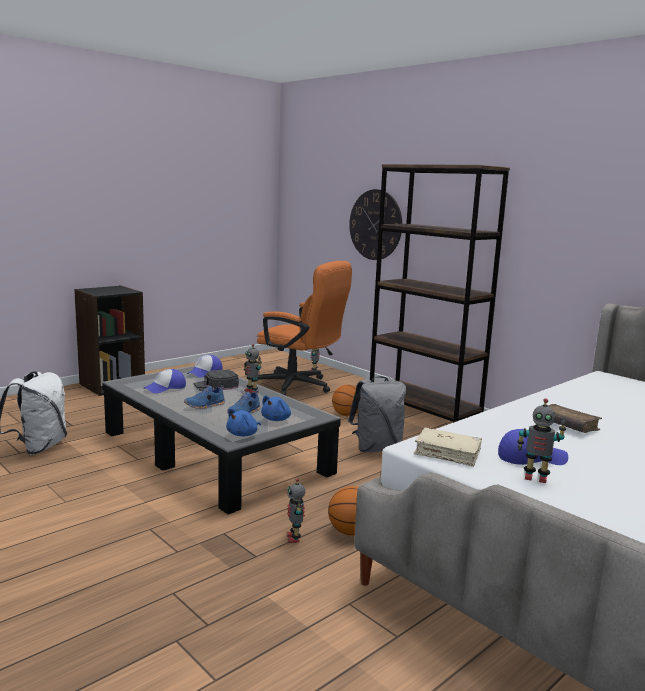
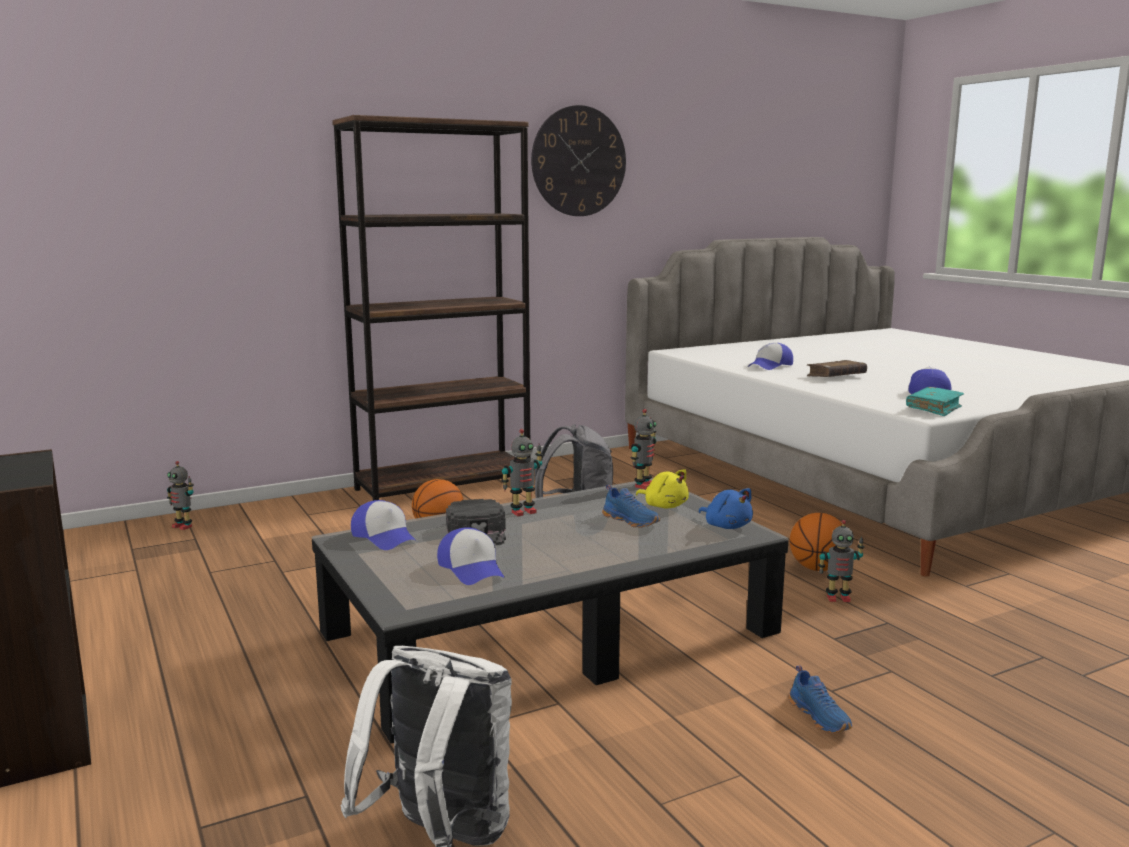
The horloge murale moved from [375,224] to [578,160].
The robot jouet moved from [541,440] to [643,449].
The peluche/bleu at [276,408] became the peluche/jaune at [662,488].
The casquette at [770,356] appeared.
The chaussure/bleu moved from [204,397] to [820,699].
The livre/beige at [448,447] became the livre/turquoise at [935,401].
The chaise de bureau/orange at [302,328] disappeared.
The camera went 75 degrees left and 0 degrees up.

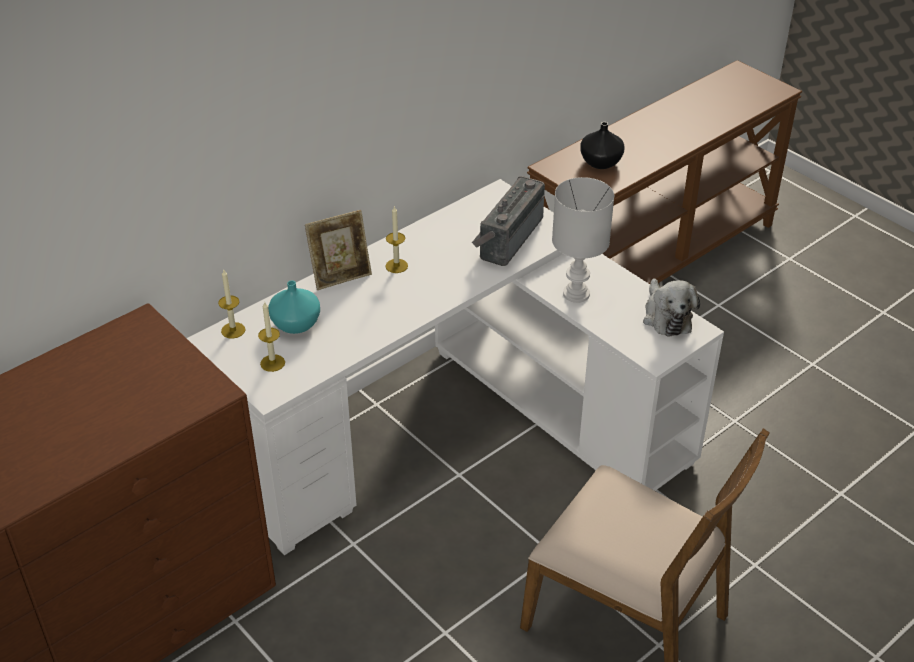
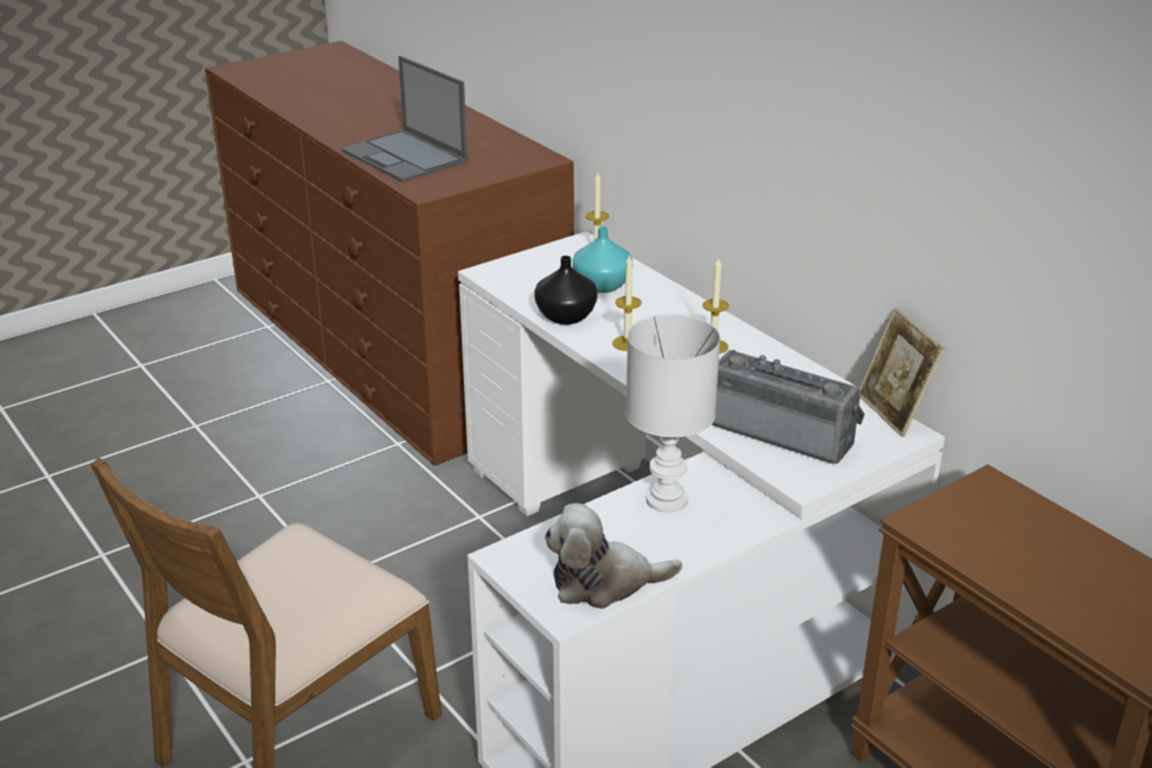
The ordinateur portable at [404,119] appeared.
The vase/noir moved from [602,145] to [566,290].
The bougie moved from [271,336] to [626,302].
The cadre photo moved from [338,250] to [902,372].
The camera went 95 degrees right and 10 degrees down.

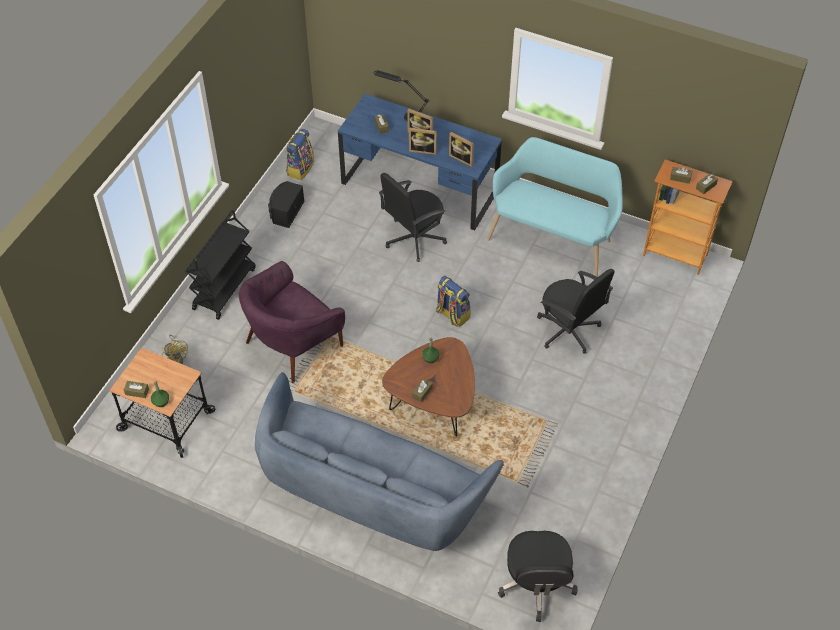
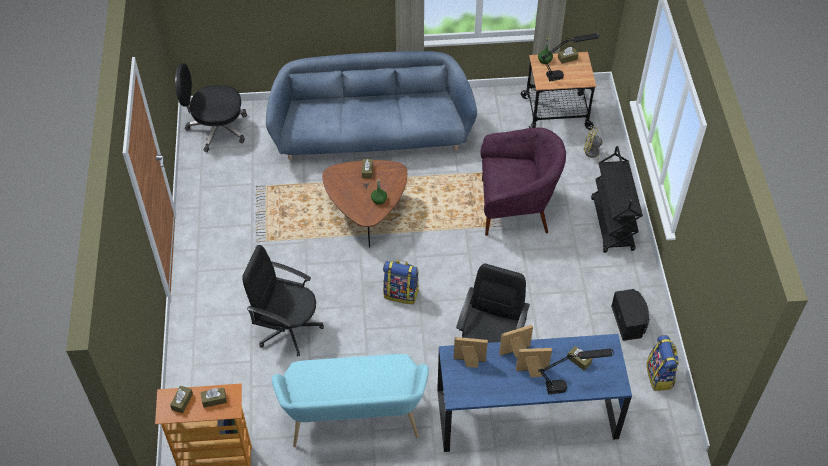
The chaise de bureau/noir at [538,576] turned 60 degrees counterclockwise.
The fauteuil/violet at [292,322] turned 75 degrees clockwise.
The lampe de table/noir at [570,57] appeared.
The camera went 150 degrees right and 0 degrees up.

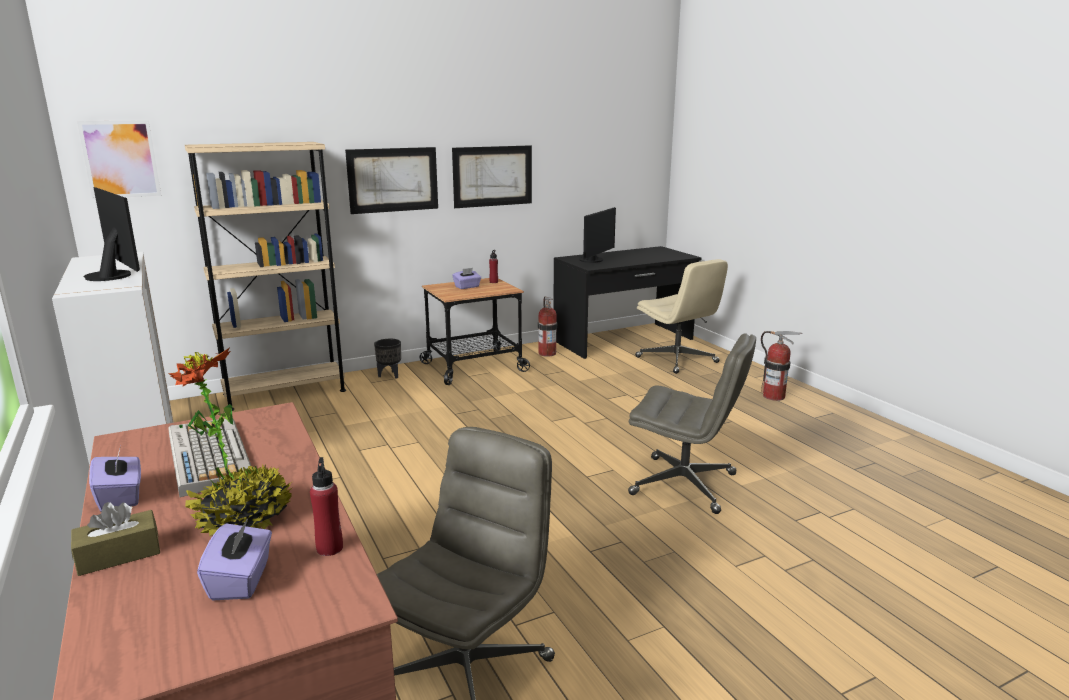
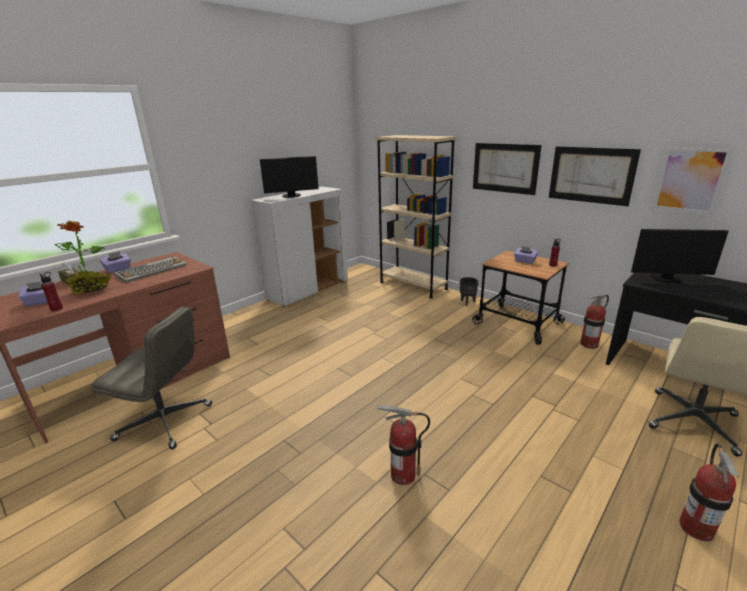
The écran d'ordinateur at [112,234] turned 45 degrees clockwise.
The chaise de bureau/gris at [692,423] was replaced by the extincteur at [403,445].
The tableau moved from [119,159] to [692,181].
The camera went 70 degrees right and 5 degrees up.

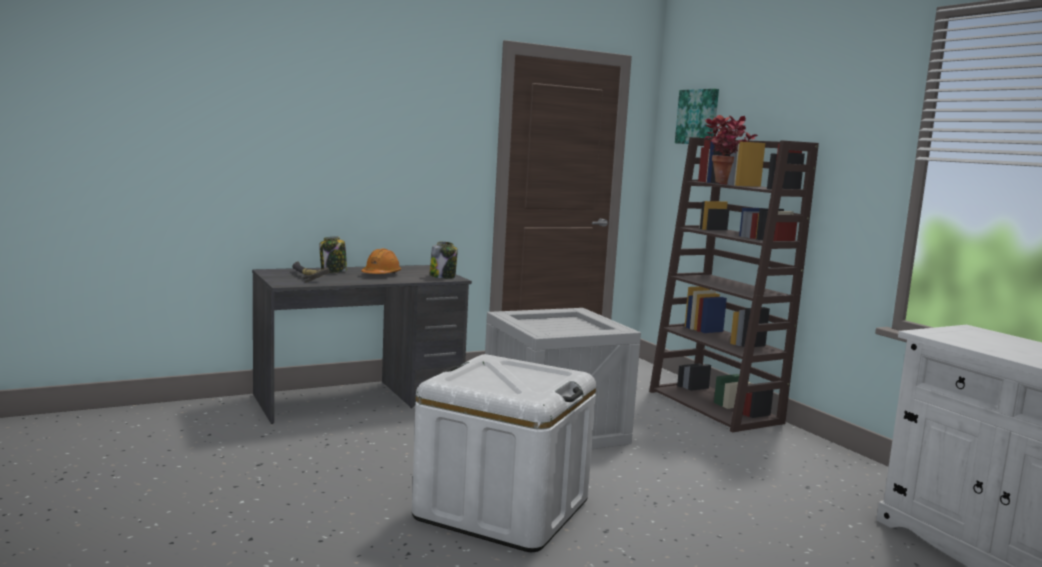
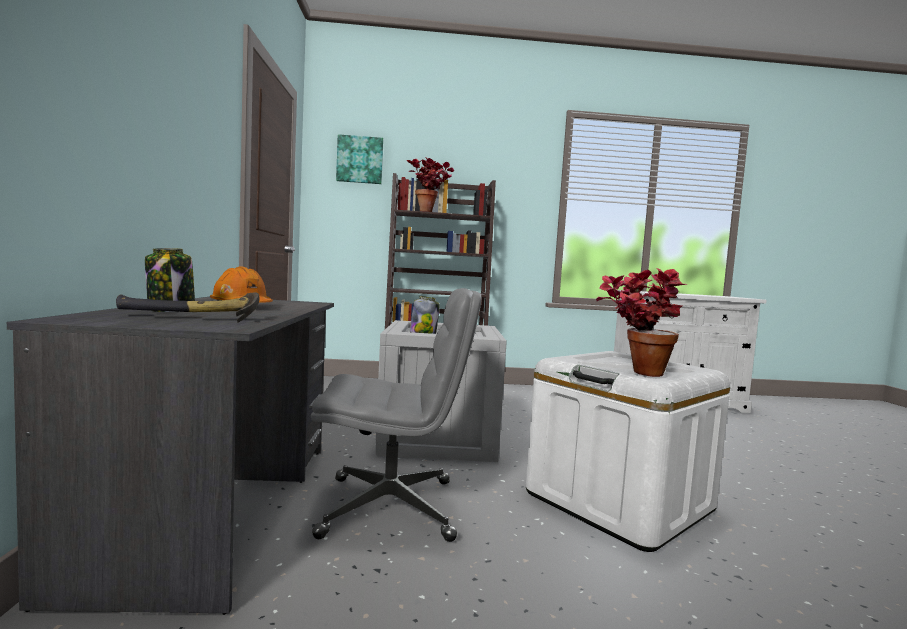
The chaise de bureau/gris at [396,415] appeared.
The bocal moved from [444,260] to [425,315].
The plante en pot at [641,322] appeared.
The camera went 65 degrees left and 5 degrees down.

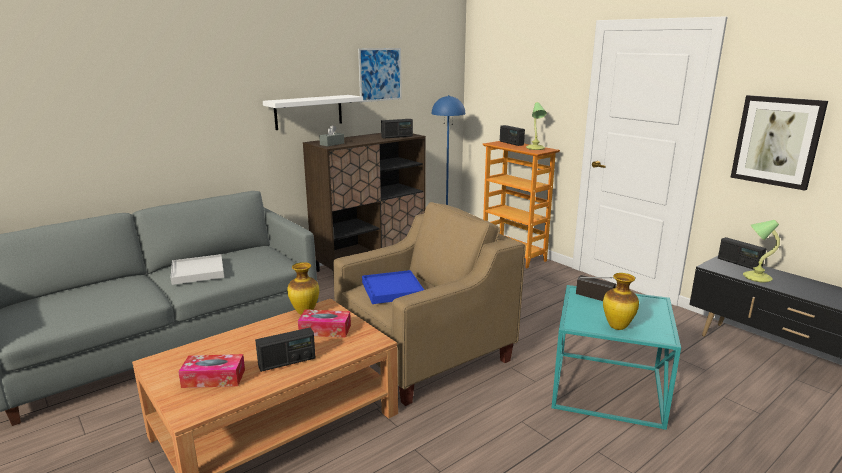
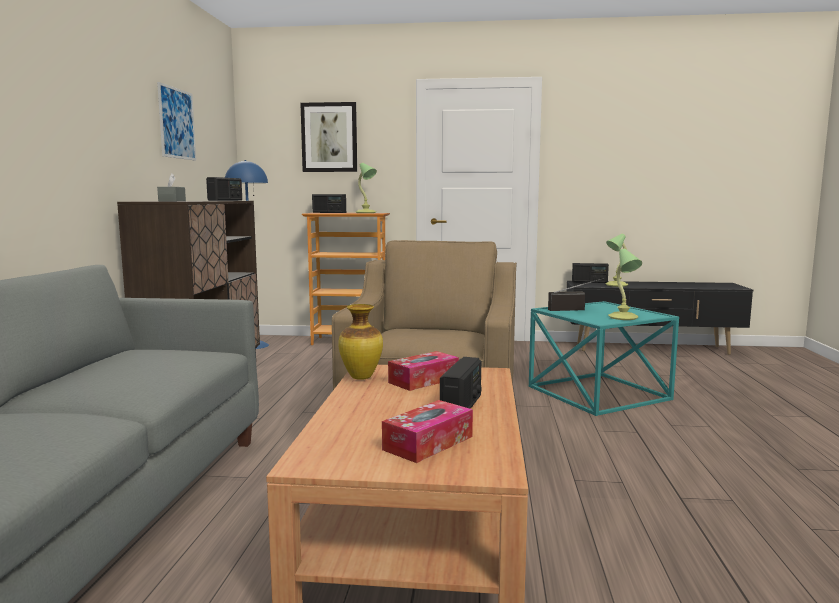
The tableau moved from [779,142] to [328,137].
The vase at [621,301] was replaced by the lampe de table at [625,284].
The plateau/blanc at [197,269] disappeared.
The étagère/blanc at [313,112] disappeared.
The plateau/bleu at [393,287] disappeared.
The camera went 45 degrees left and 10 degrees down.

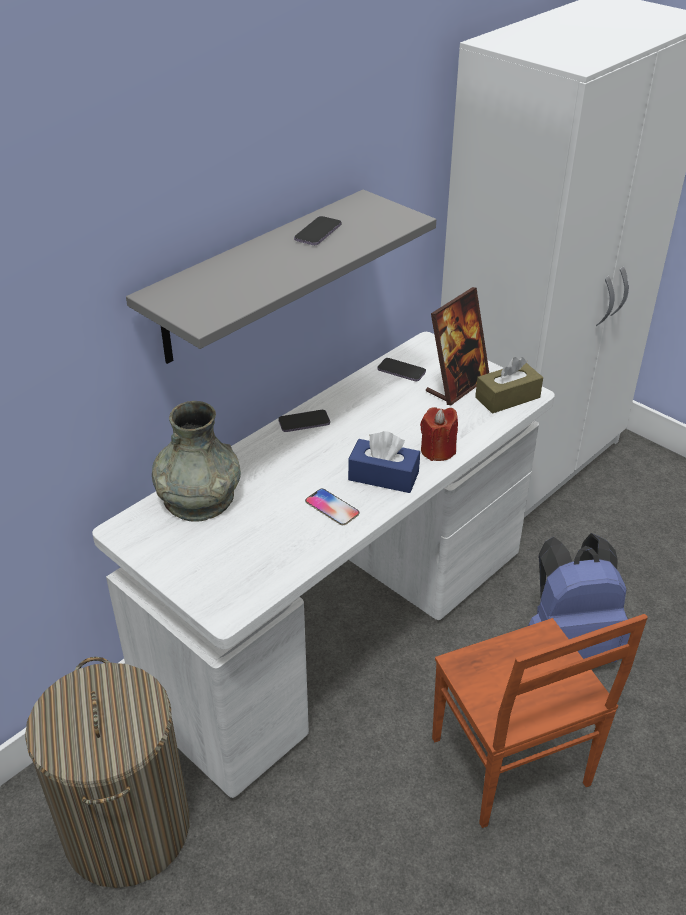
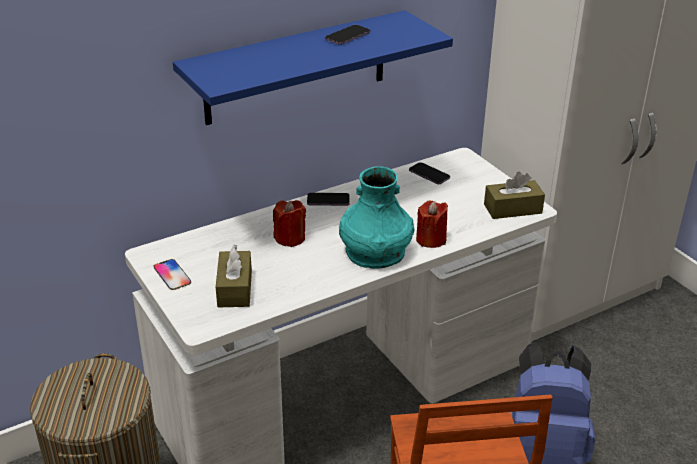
The téléphone moved from [332,507] to [172,274].
The étagère/gris at [281,277] became the étagère/bleu at [313,67].
The boîte à mouchoirs/marron at [234,276] appeared.
The bougie/rouge at [289,223] appeared.
The boîte à mouchoirs/bleu at [384,462] was replaced by the vase/turquoise at [376,217].
The vase/gris at [196,461] disappeared.
The cadre photo at [457,346] disappeared.
The camera went 15 degrees right and 5 degrees down.

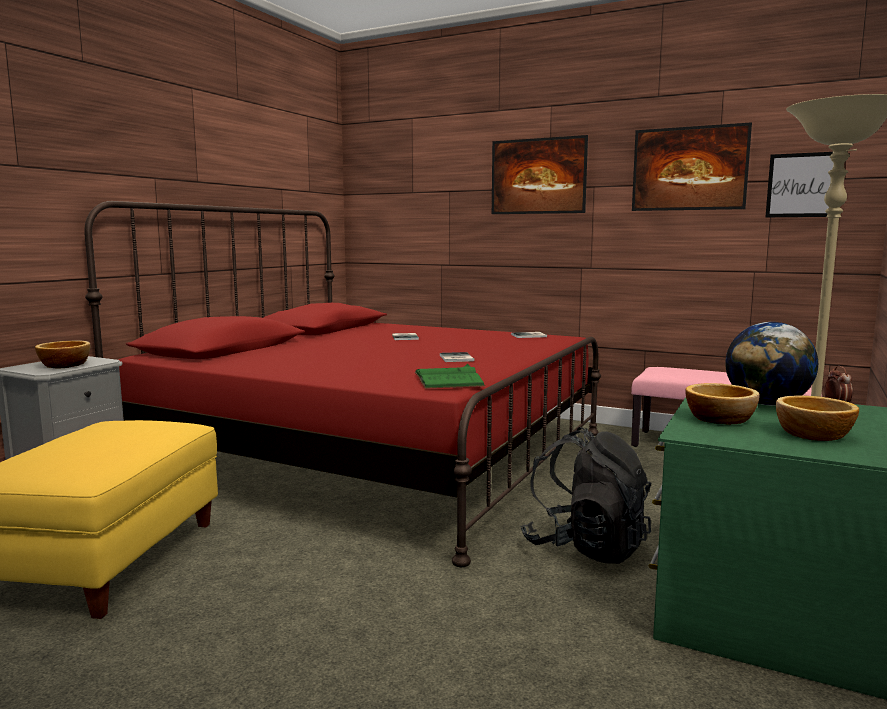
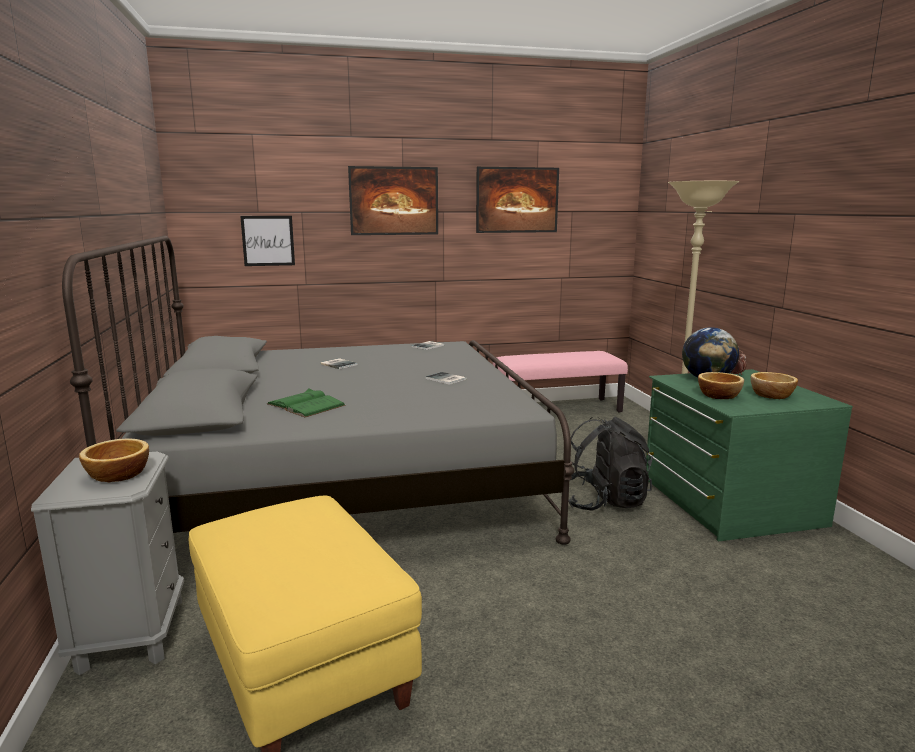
The lit/rouge at [342,384] became the lit/gris at [318,390].
The tableau moved from [799,184] to [267,241].
The livre/vert moved from [450,376] to [306,403].
The camera went 40 degrees left and 5 degrees up.

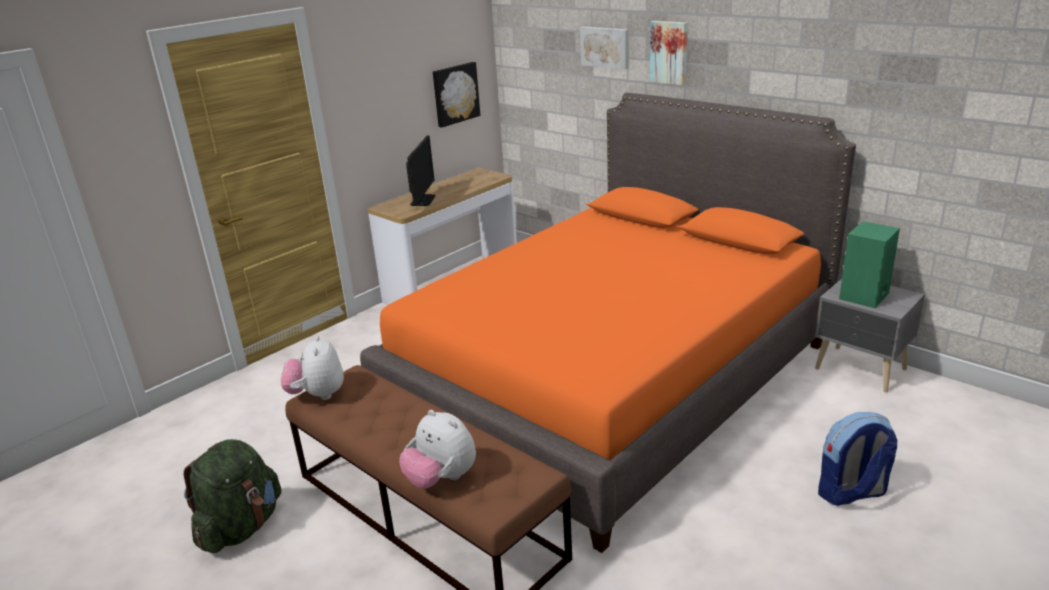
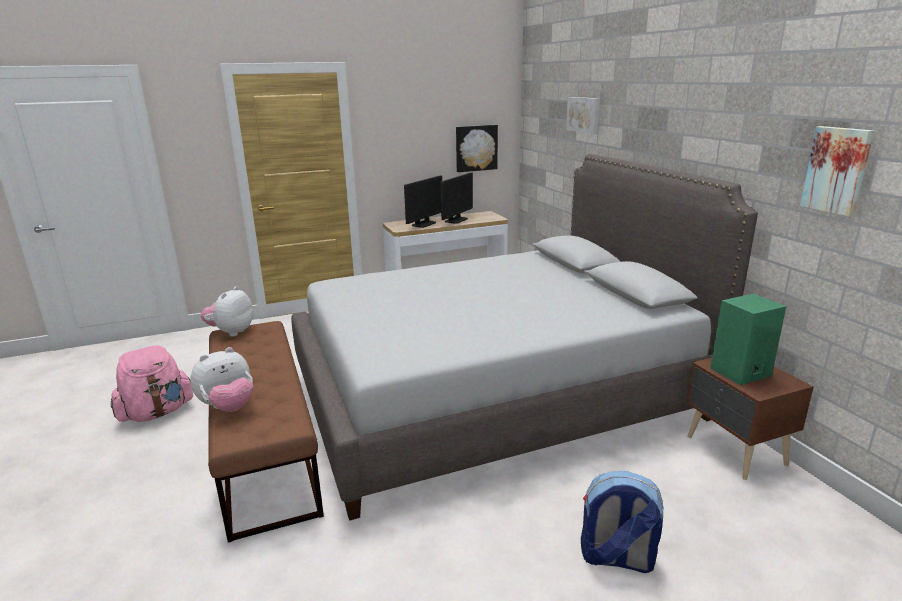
The sac à dos/vert at [232,496] became the sac à dos/rose at [151,383].
The peluche at [437,449] turned 105 degrees counterclockwise.
The lit/orange at [608,323] became the lit/gris at [524,337].
The écran d'ordinateur at [457,198] appeared.
The table de chevet/gris at [870,335] became the table de chevet/marron at [750,419].
The tableau moved from [669,53] to [837,171].
The camera went 25 degrees right and 5 degrees down.

